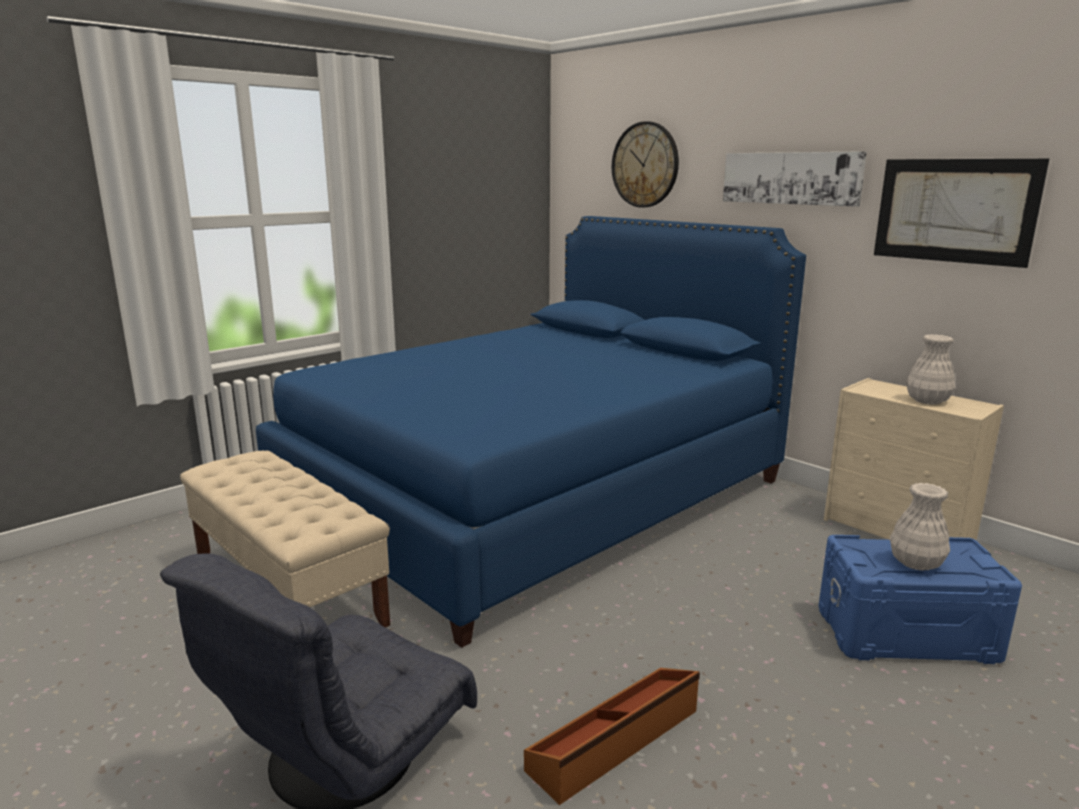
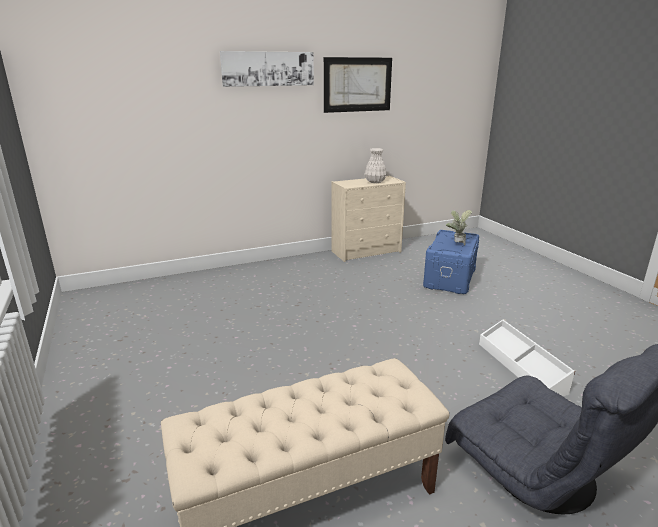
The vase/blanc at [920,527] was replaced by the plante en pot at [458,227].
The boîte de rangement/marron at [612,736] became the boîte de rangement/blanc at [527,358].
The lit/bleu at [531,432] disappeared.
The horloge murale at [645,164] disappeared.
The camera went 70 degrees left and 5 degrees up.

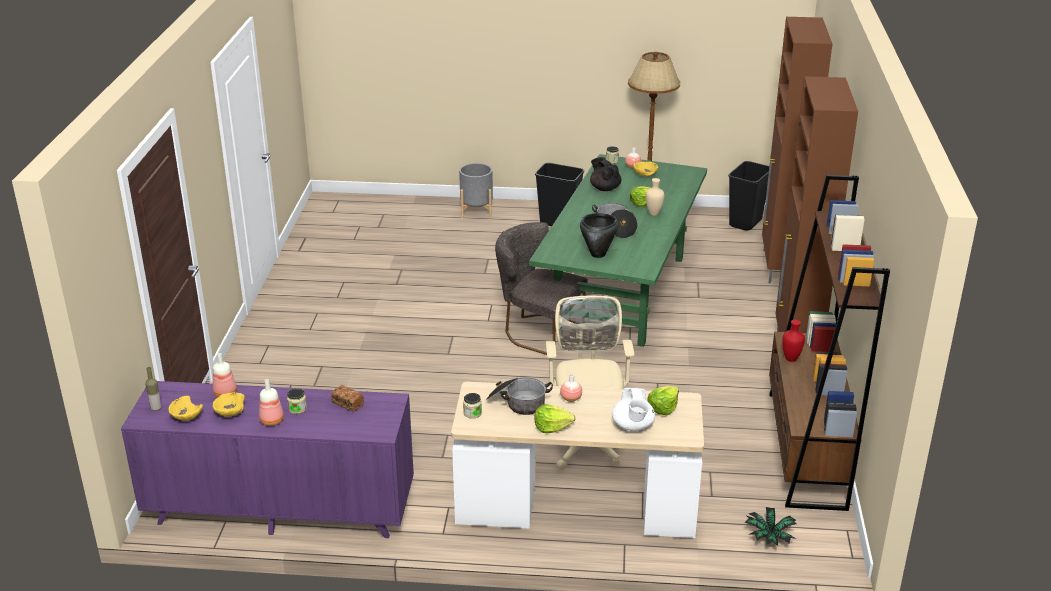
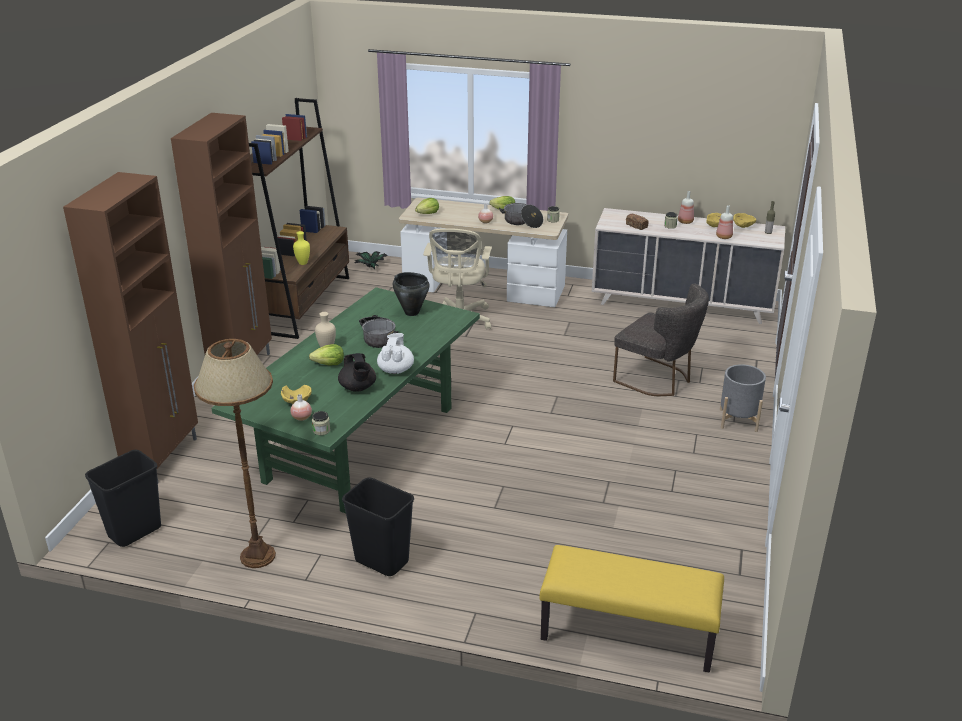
The vase/rouge at [793,341] became the vase/jaune at [301,248].
The théière/blanc moved from [633,409] to [395,353].
The banc/jaune at [631,609] appeared.
The commode/violet at [267,459] became the commode/beige at [688,266].
The chaise/gris moved from [541,288] to [661,339].
The cache-pot/gris moved from [476,190] to [743,398].
The camera went 170 degrees left and 0 degrees up.

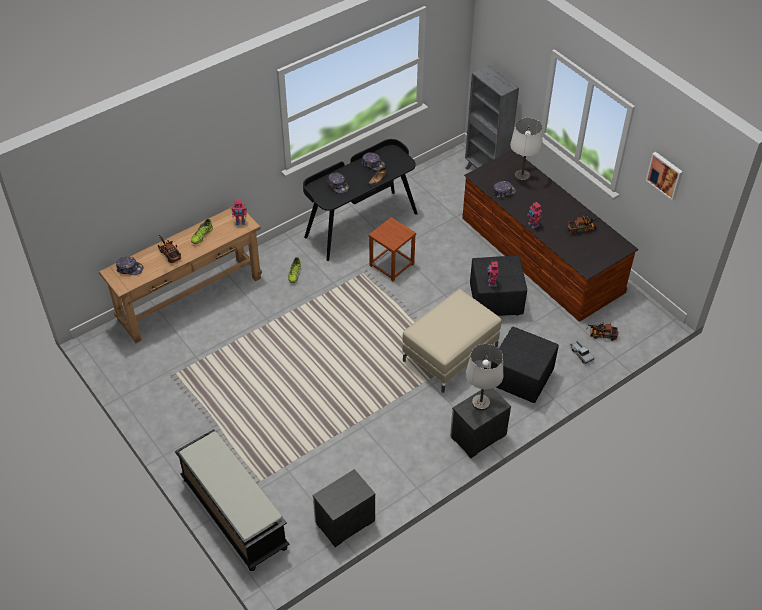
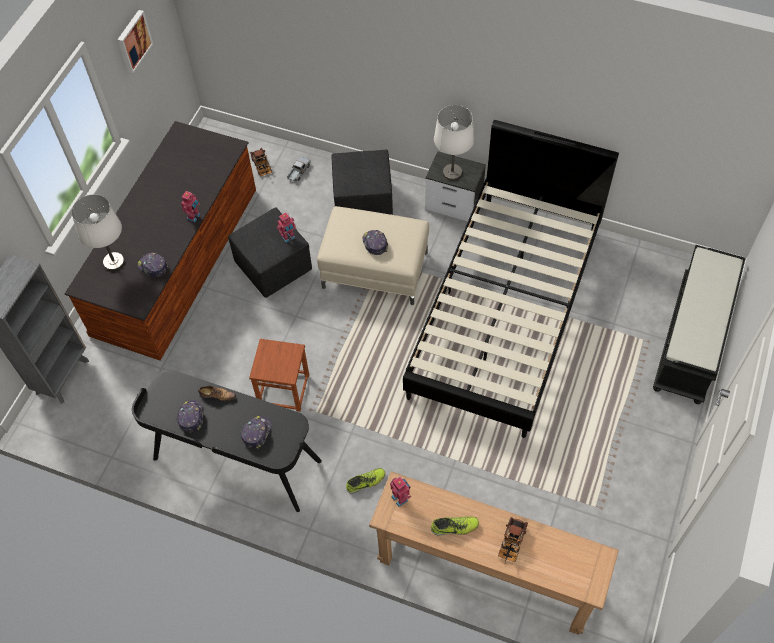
The casquette moved from [129,265] to [375,242].
The lit/noir at [511,279] appeared.
The table de chevet at [344,508] disappeared.
The camion jouet at [584,225] disappeared.
The camera went 120 degrees left and 10 degrees up.

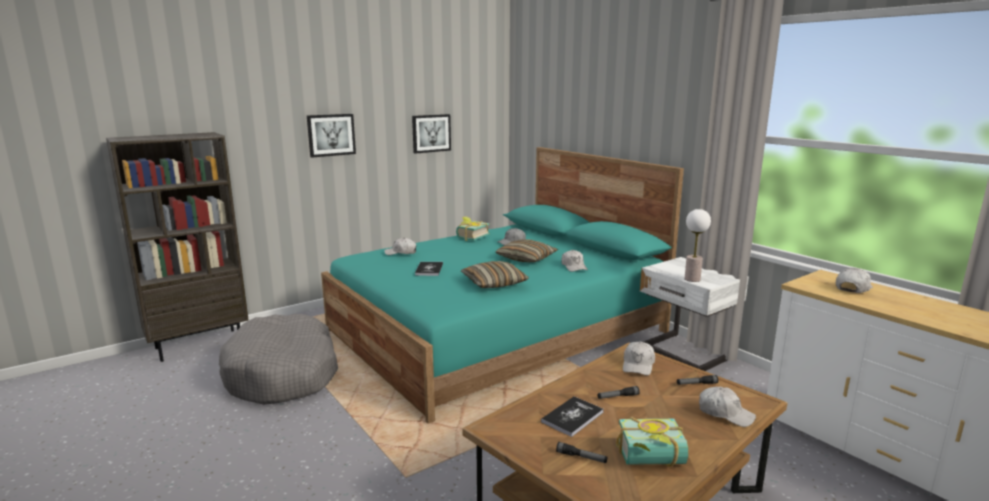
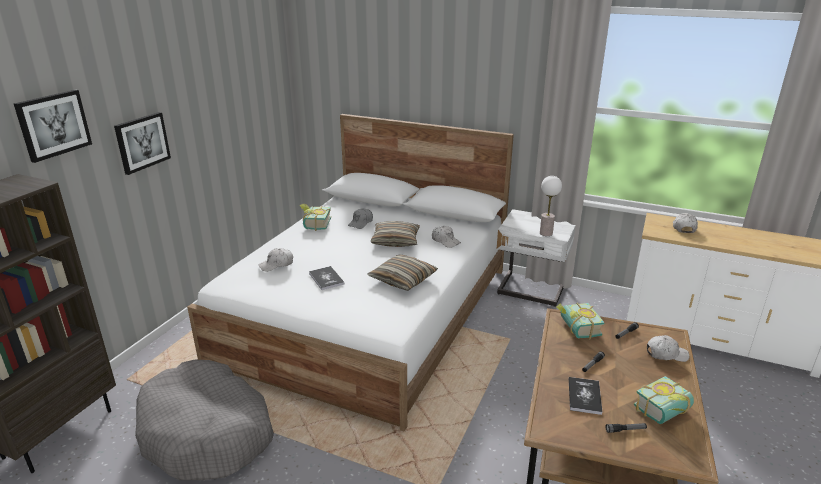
The tableau moved from [431,134] to [53,126].
The lit/turquoise at [502,285] became the lit/blanc at [350,272].
The casquette/blanc at [639,359] was replaced by the livre at [581,321].
The camera went 30 degrees left and 10 degrees up.

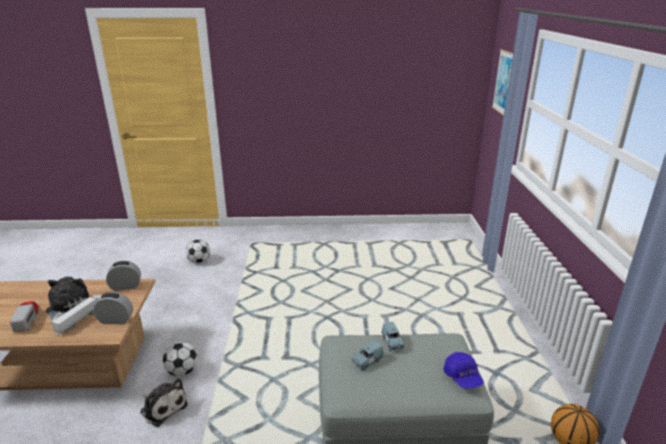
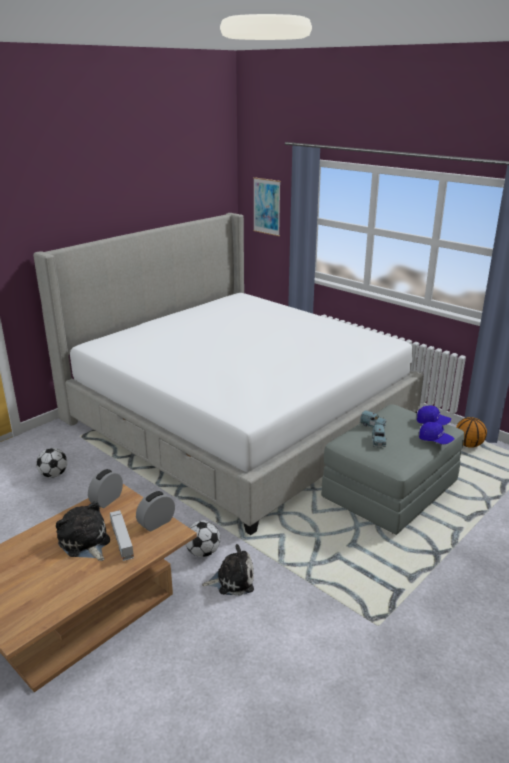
The lit at [228,374] appeared.
The casquette/bleu at [437,433] appeared.
The camion jouet at [25,316] disappeared.
The camera went 45 degrees left and 0 degrees up.

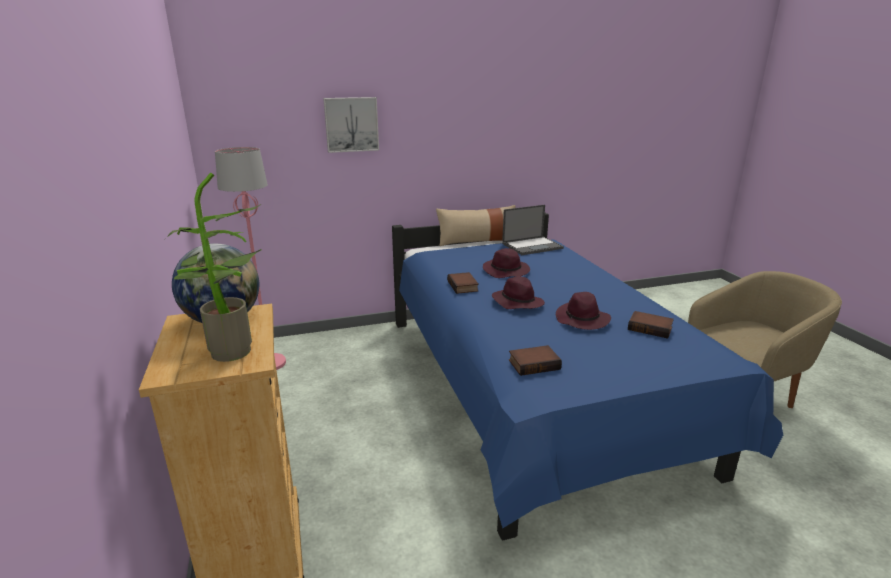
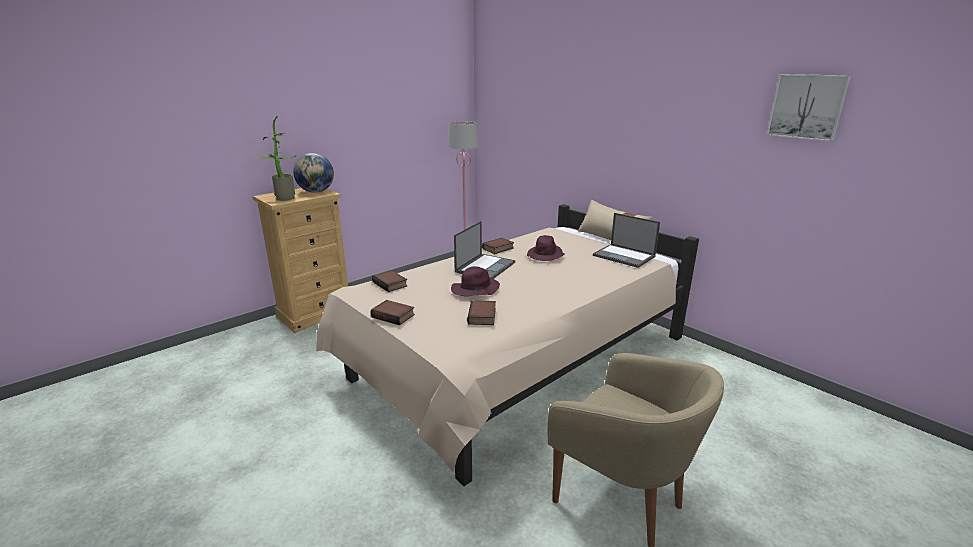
The lit/bleu at [587,377] became the lit/beige at [507,345].
The livre at [392,312] appeared.
The chapeau/violet at [518,292] was replaced by the ordinateur portable at [484,250].
The tableau moved from [351,125] to [809,108].
The camera went 65 degrees right and 0 degrees up.

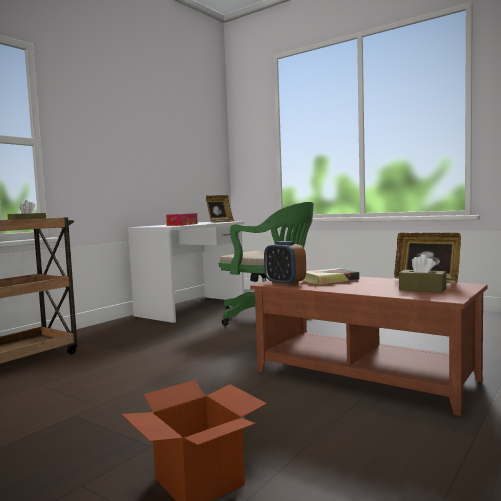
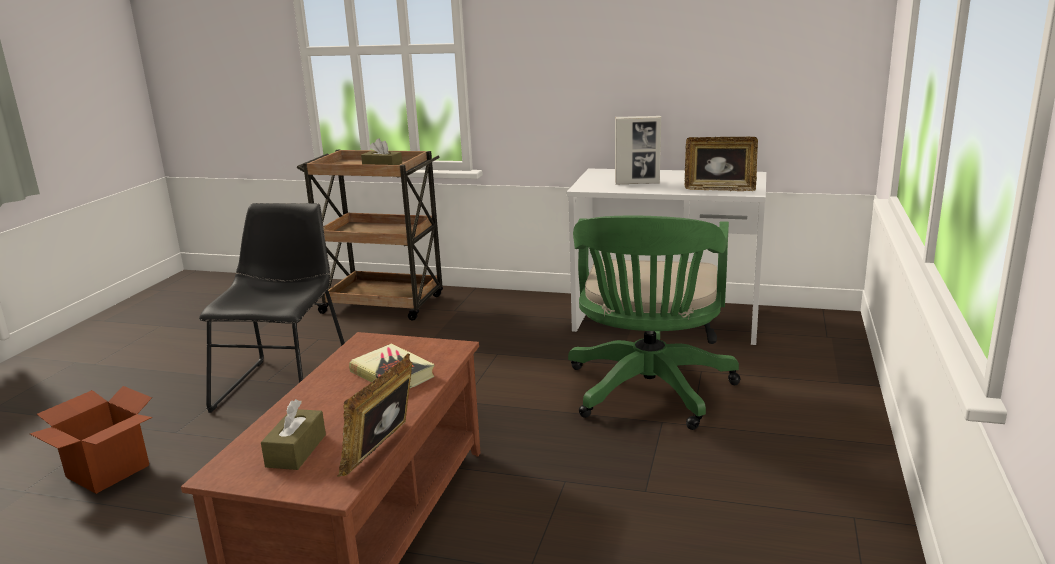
The chaise/noir at [272,308] appeared.
The boîte à mouchoirs at [182,219] was replaced by the cadre photo at [638,150].
The réveil at [285,263] disappeared.
The camera went 70 degrees right and 15 degrees up.

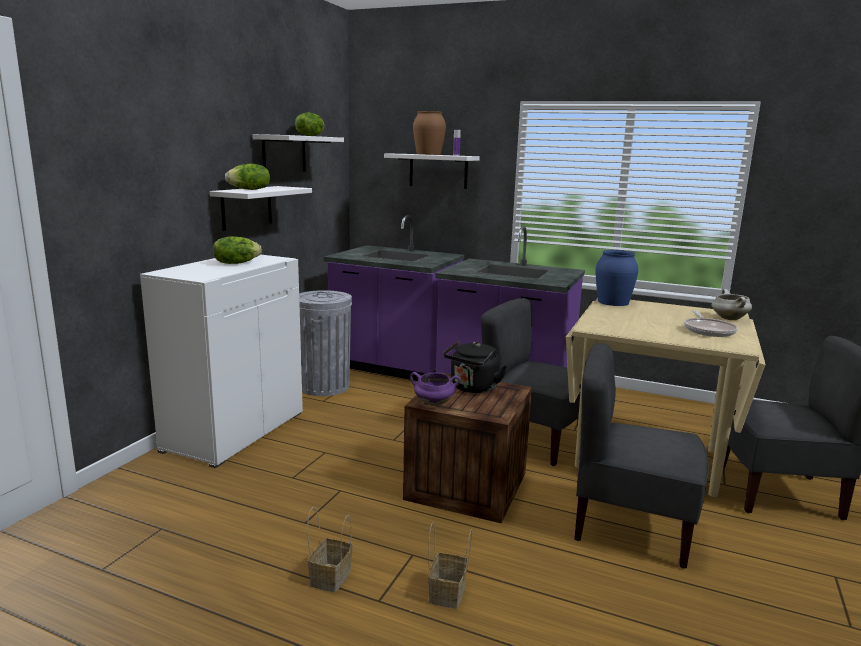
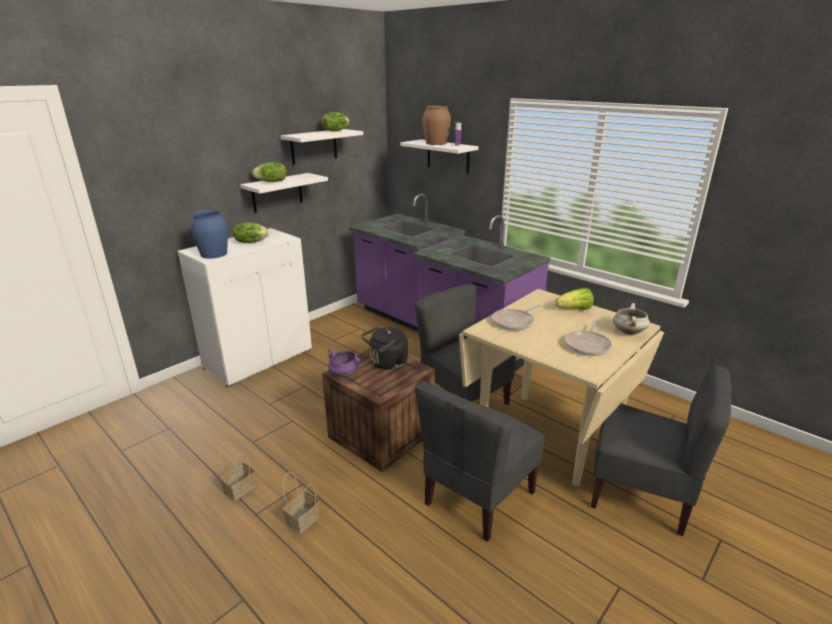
The vase/bleu moved from [617,278] to [209,234].
The chaise/gris at [641,456] turned 90 degrees counterclockwise.
The poêle at [516,318] appeared.
The laitue at [574,299] appeared.
The poubelle/gris at [325,343] disappeared.
The camera went 20 degrees right and 10 degrees up.

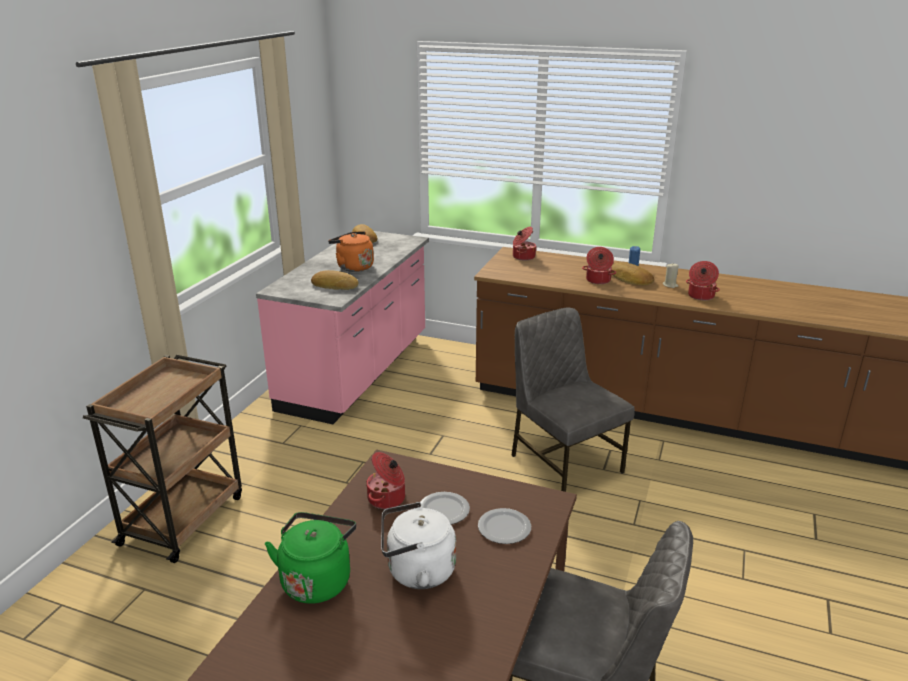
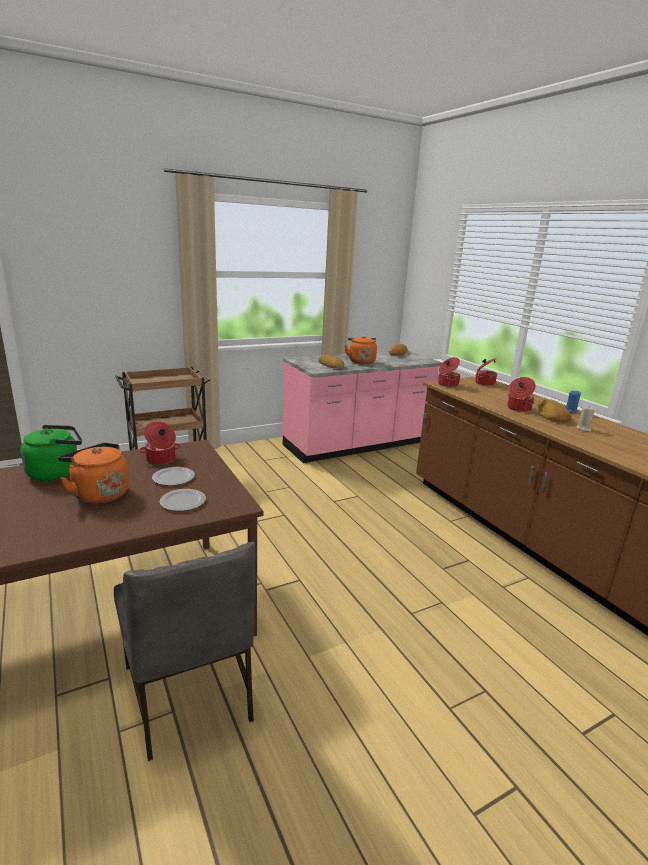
The bouilloire/blanc at [418,545] became the bouilloire/orange at [93,473].
The marmite moved from [703,280] to [449,372].
The chaise/gris at [573,399] disappeared.
The camera went 40 degrees right and 5 degrees down.

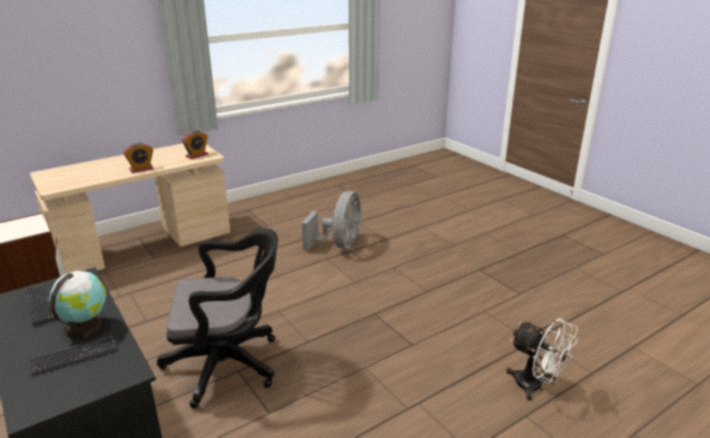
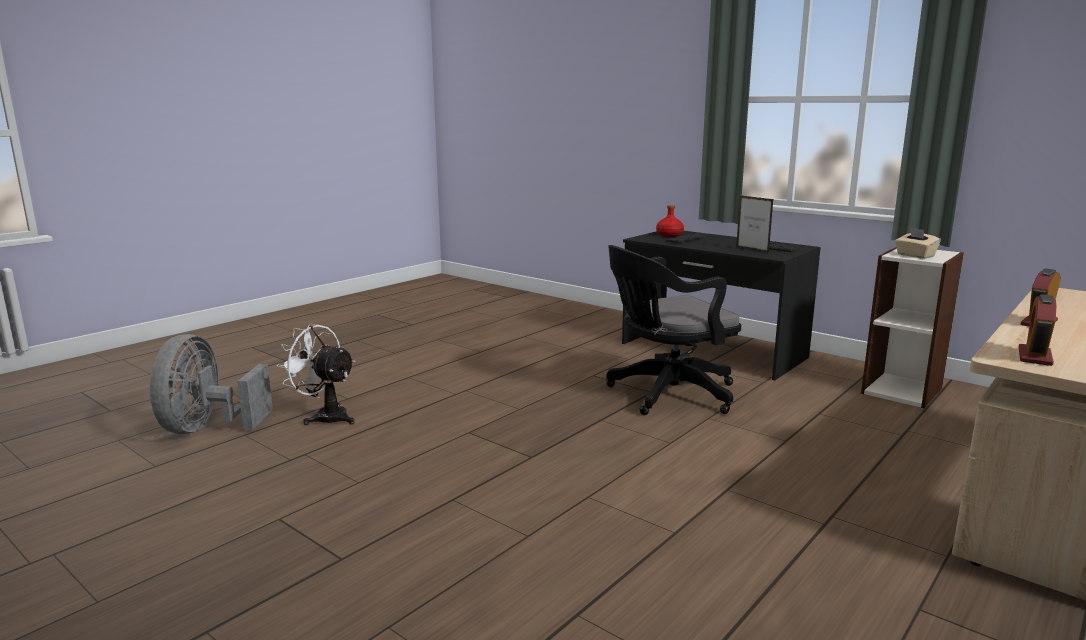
The ventilateur/gris moved from [331,221] to [211,384].
The bouteille/rouge at [670,221] appeared.
The boîte à mouchoirs/beige at [918,243] appeared.
The globe at [78,304] disappeared.
The camera went 165 degrees right and 10 degrees down.

